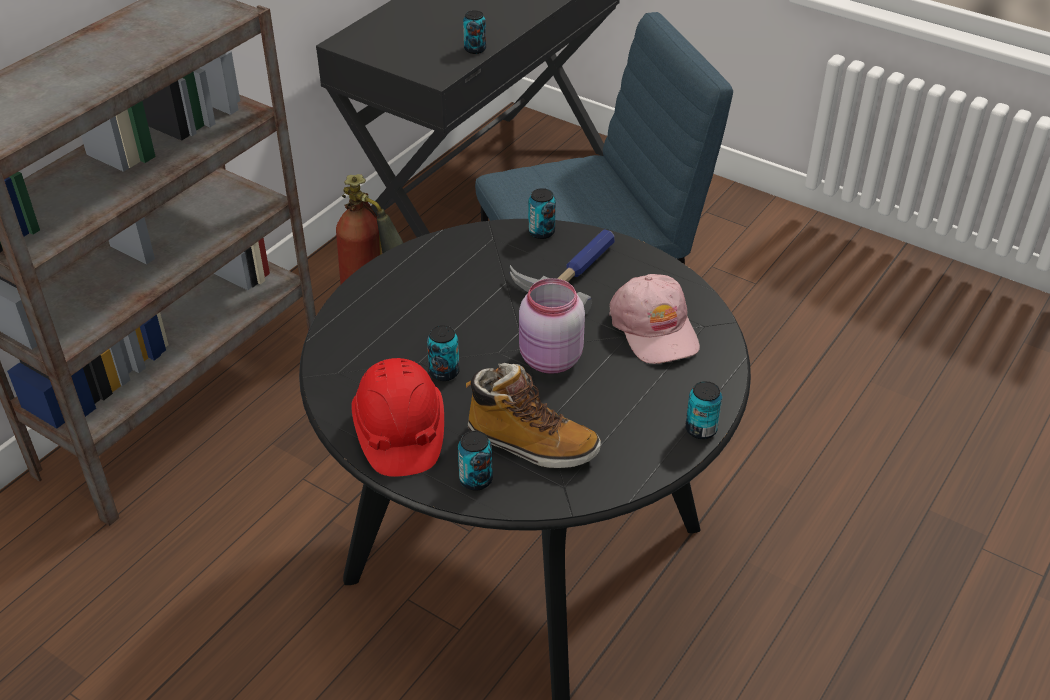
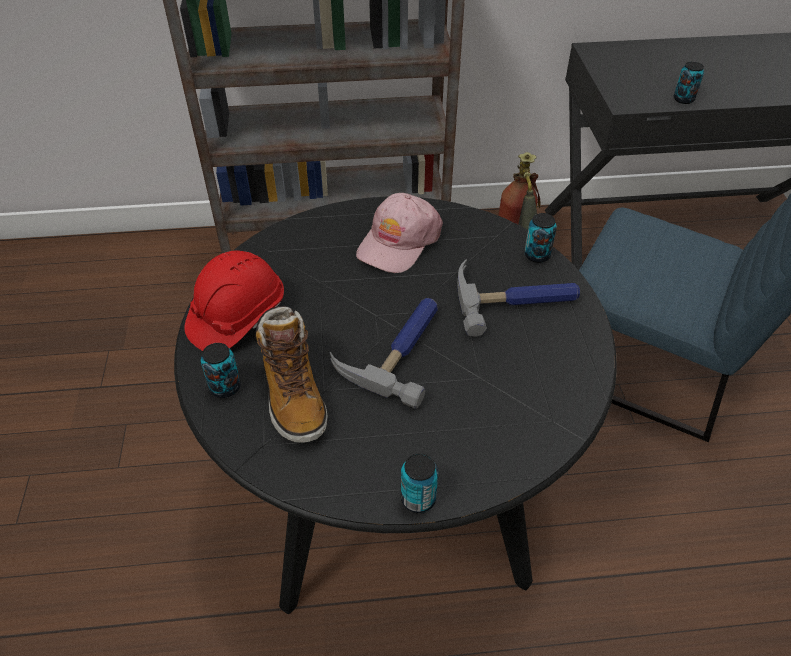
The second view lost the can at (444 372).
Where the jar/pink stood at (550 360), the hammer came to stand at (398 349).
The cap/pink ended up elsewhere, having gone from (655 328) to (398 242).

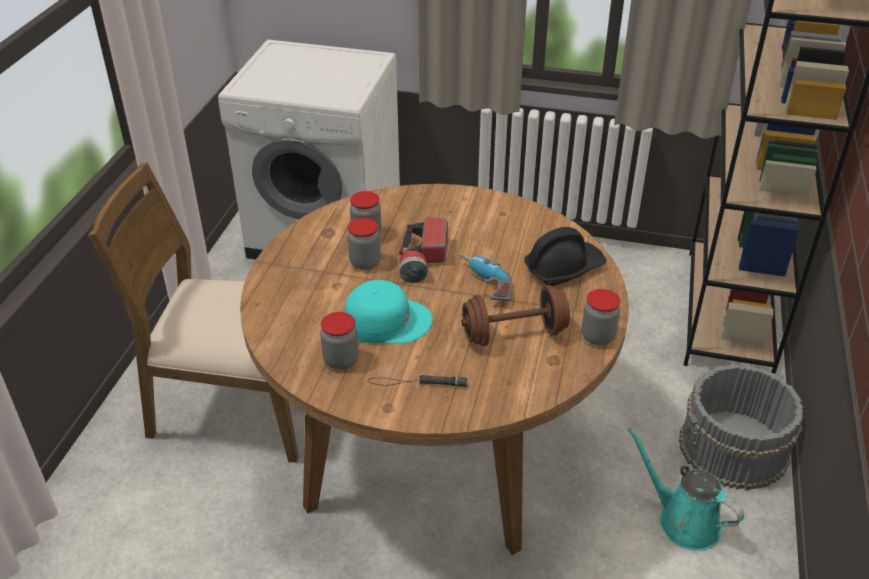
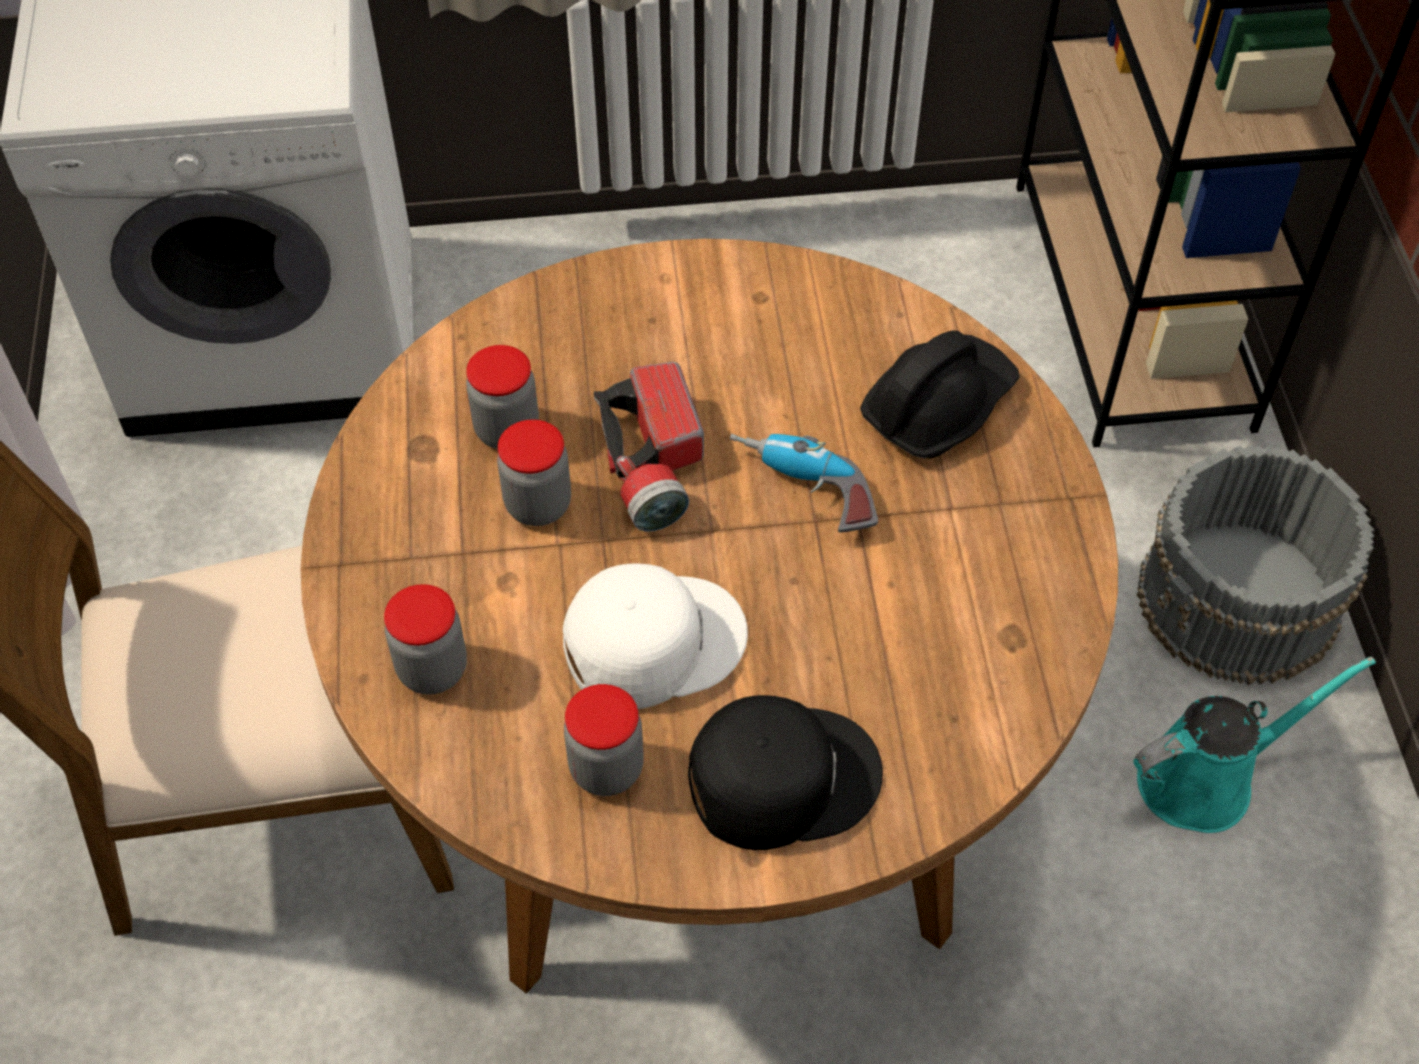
What was the cap/turquoise at (387 320) turned into the cap/white at (652 640).
Where the flashlight/black stood at (417 383), the cap/black came to stand at (781 775).
The second view lost the dumbbell/brown at (514 334).
The jar ended up elsewhere, having gone from (597 336) to (432 669).
The watering can/turquoise at (683 521) ended up facing another way, 135 degrees clockwise from before.

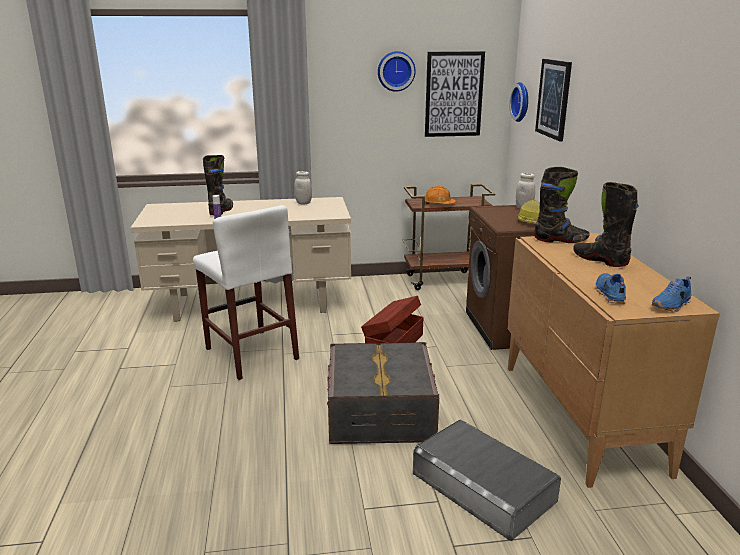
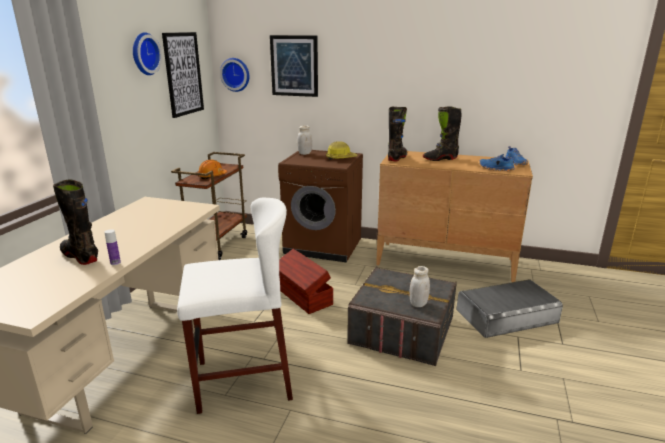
The jar/white ended up elsewhere, having gone from (303 203) to (418 303).

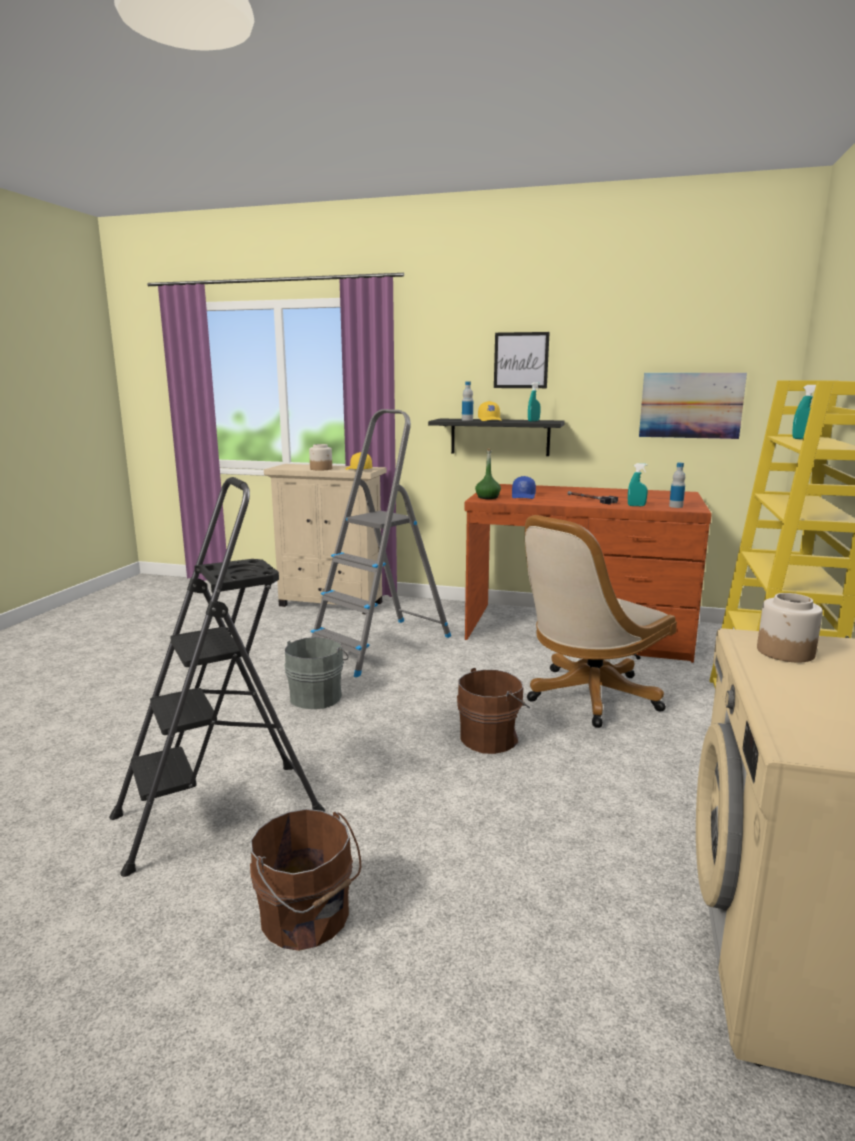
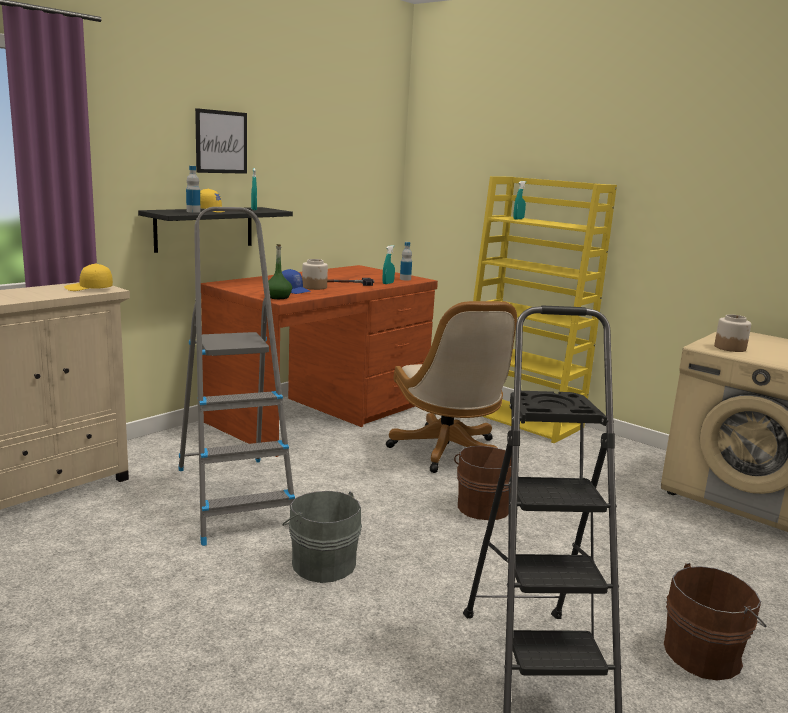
The jar ended up elsewhere, having gone from (321 469) to (314 287).
The second view lost the picture at (691 405).

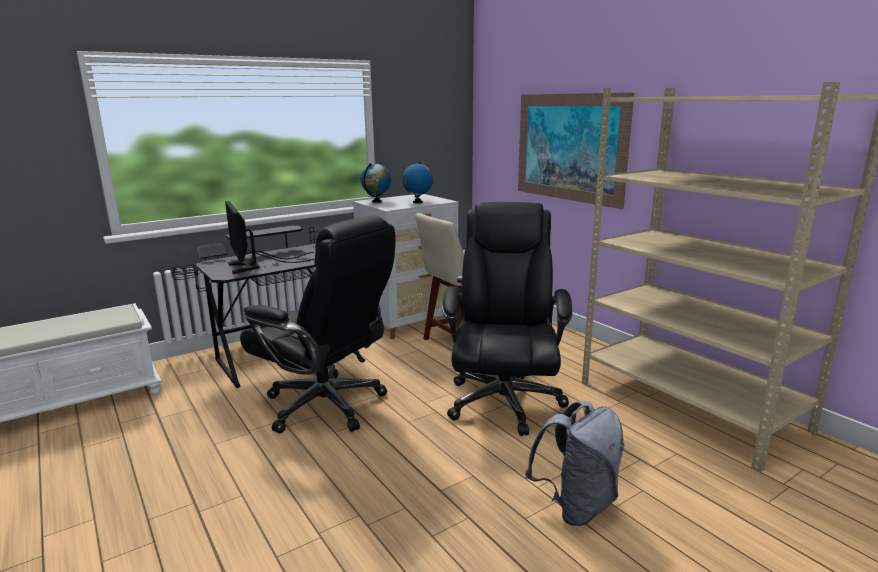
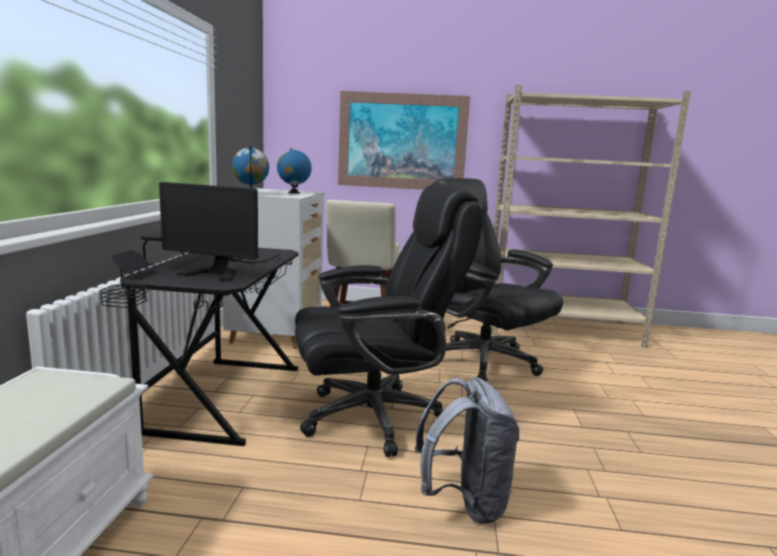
The backpack/grey ended up elsewhere, having gone from (576 506) to (464 502).

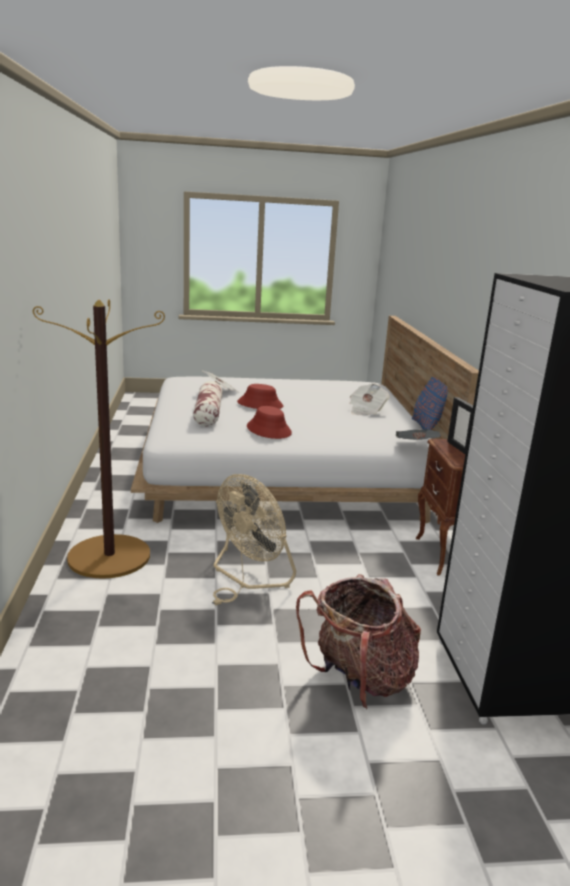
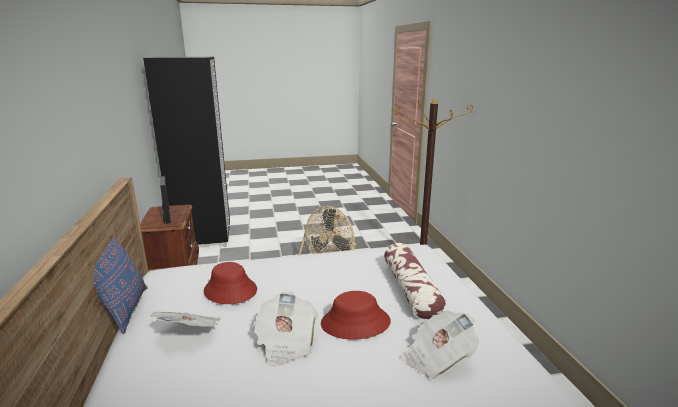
The hat/red ended up elsewhere, having gone from (269 430) to (230 290).
The second view lost the backpack at (359 679).
The newspaper ended up elsewhere, having gone from (416 447) to (286 343).

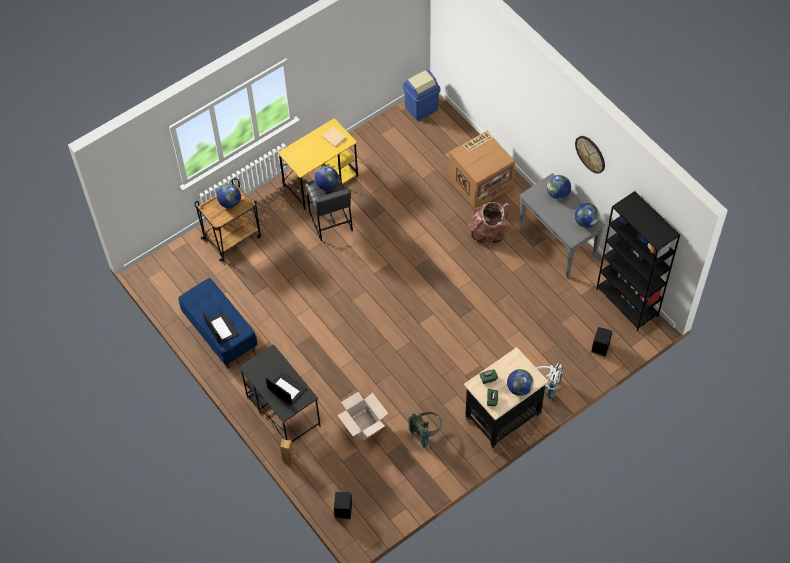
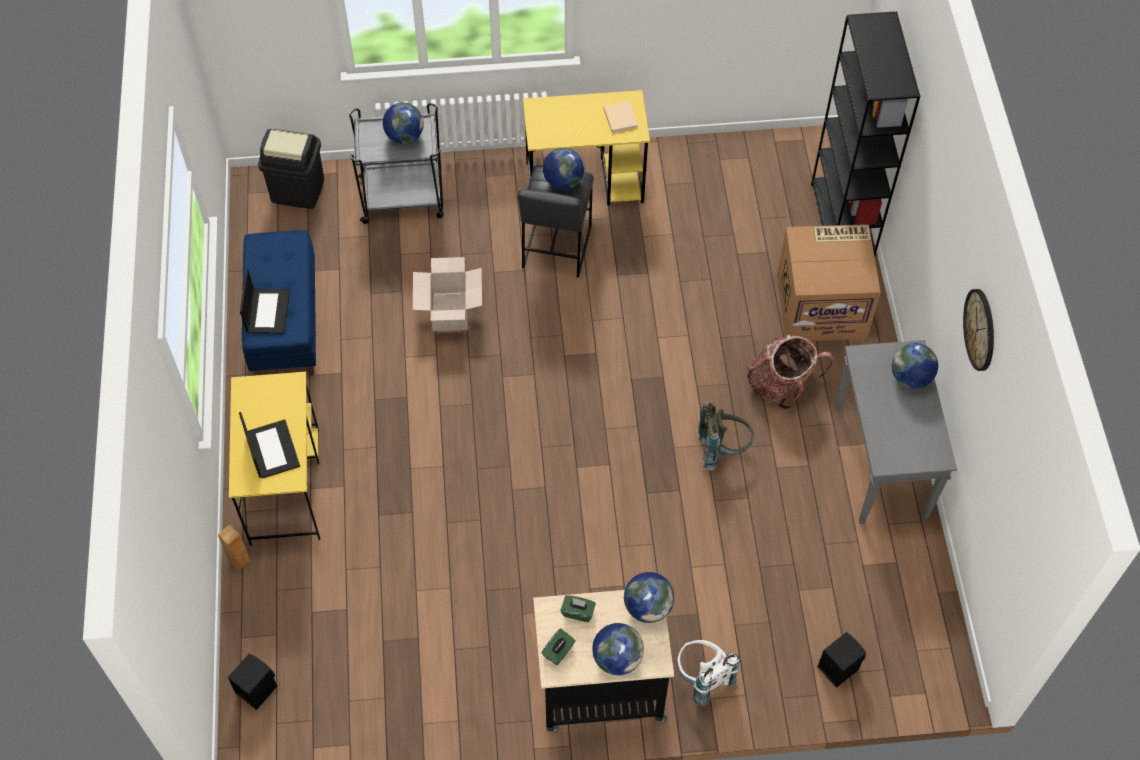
What was the cart/brown at (232 237) turned into the cart/grey at (403 197).
What was the desk/black at (283 411) turned into the desk/yellow at (285 485).
The cardboard box ended up elsewhere, having gone from (364 425) to (450 312).
The second view lost the trash can/blue at (421 108).
The backpack/grey ended up elsewhere, having gone from (426 432) to (723 449).
The globe ended up elsewhere, having gone from (585 222) to (648 607).
The bookcase/black ended up elsewhere, having gone from (627 303) to (842 222).
The second view gained the trash can/black at (297 191).

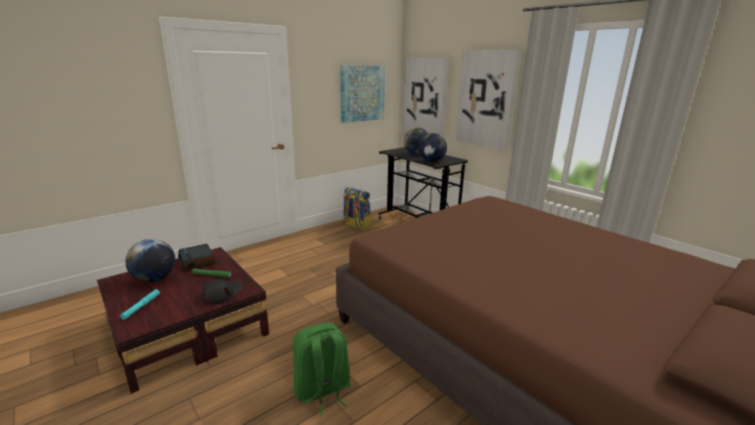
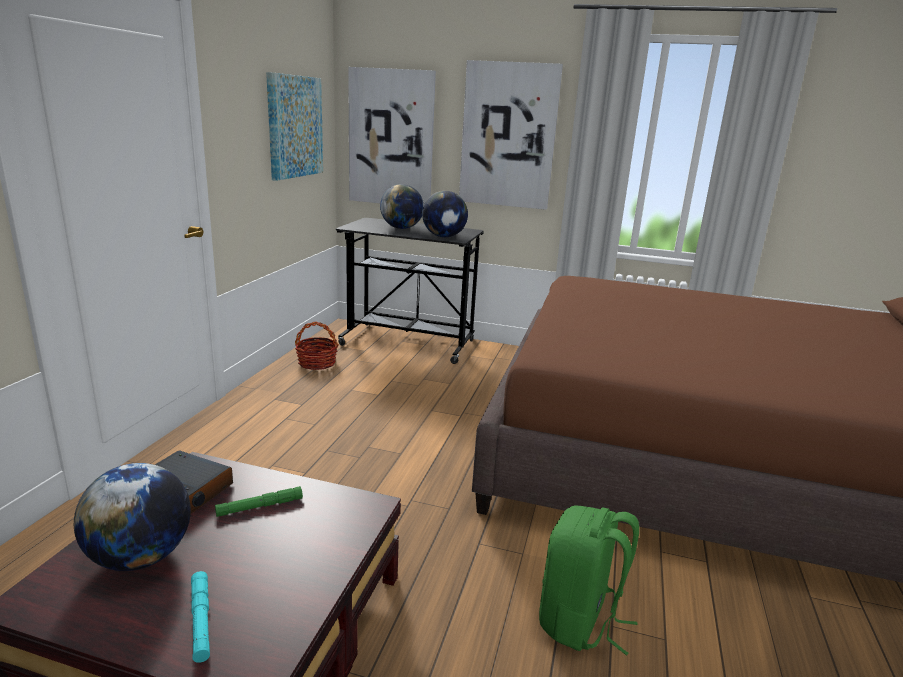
The second view lost the cap/black at (222 293).
Where the backpack stood at (356 225), the basket came to stand at (316 363).

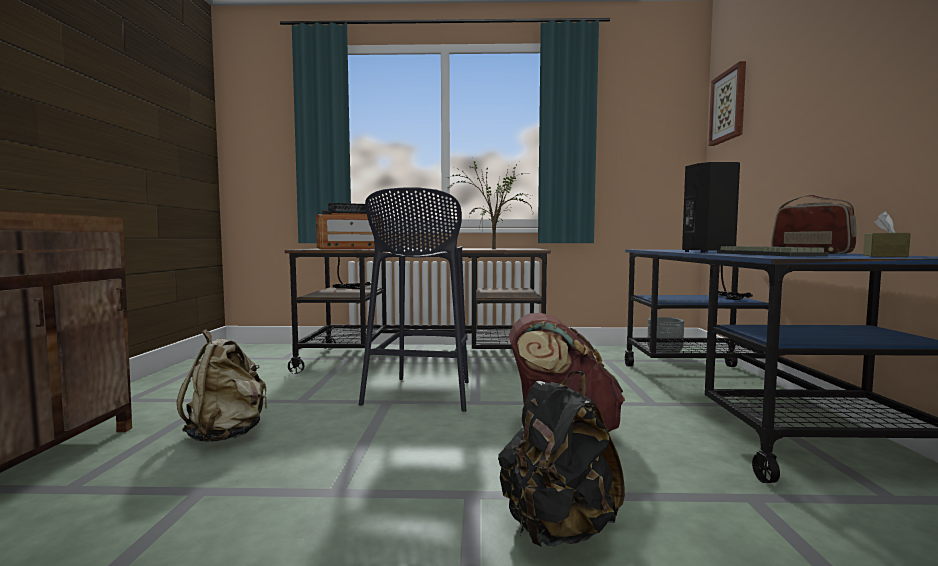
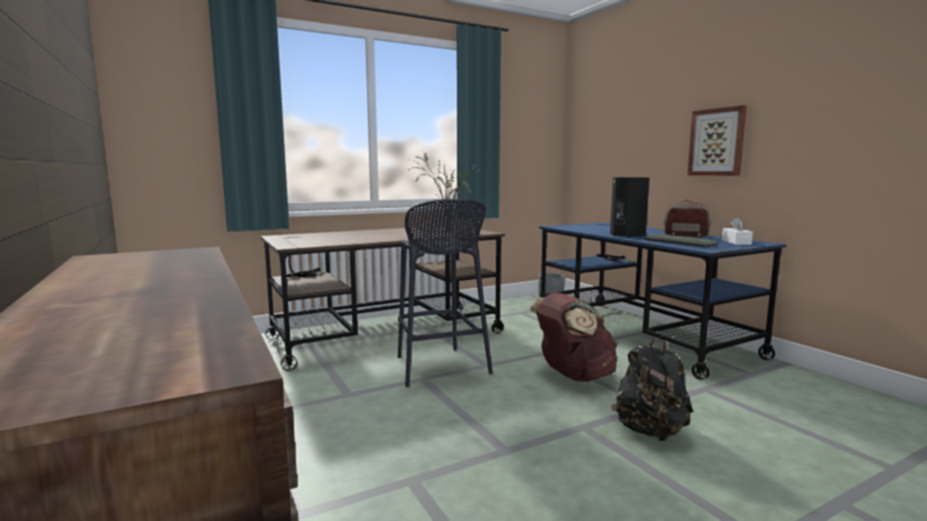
The second view lost the backpack/beige at (226 435).
The second view lost the radio at (350 248).
The picture ended up elsewhere, having gone from (729 106) to (717 142).
What was the tissue box/brown at (884 256) turned into the tissue box/white at (736 242).

